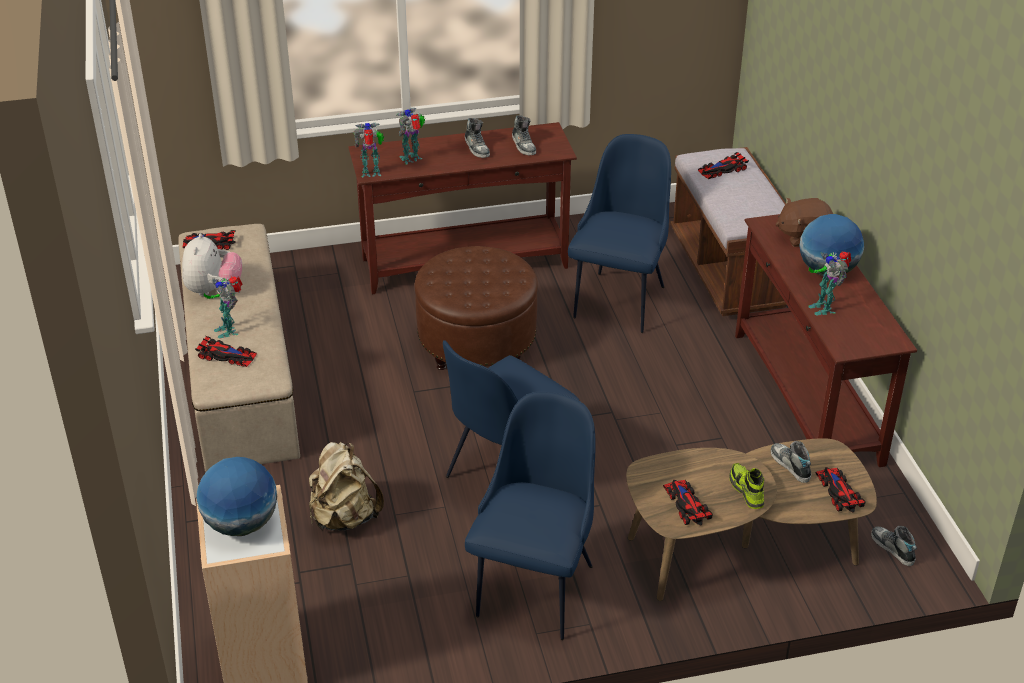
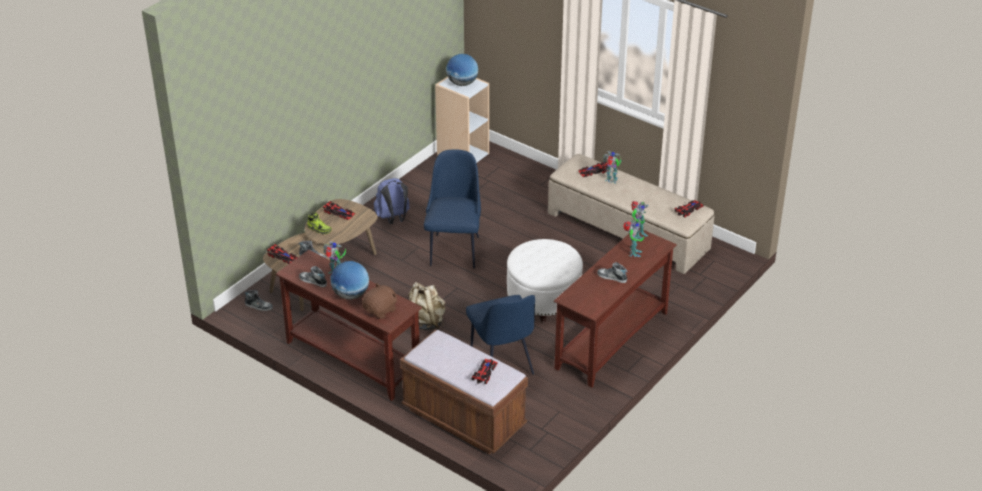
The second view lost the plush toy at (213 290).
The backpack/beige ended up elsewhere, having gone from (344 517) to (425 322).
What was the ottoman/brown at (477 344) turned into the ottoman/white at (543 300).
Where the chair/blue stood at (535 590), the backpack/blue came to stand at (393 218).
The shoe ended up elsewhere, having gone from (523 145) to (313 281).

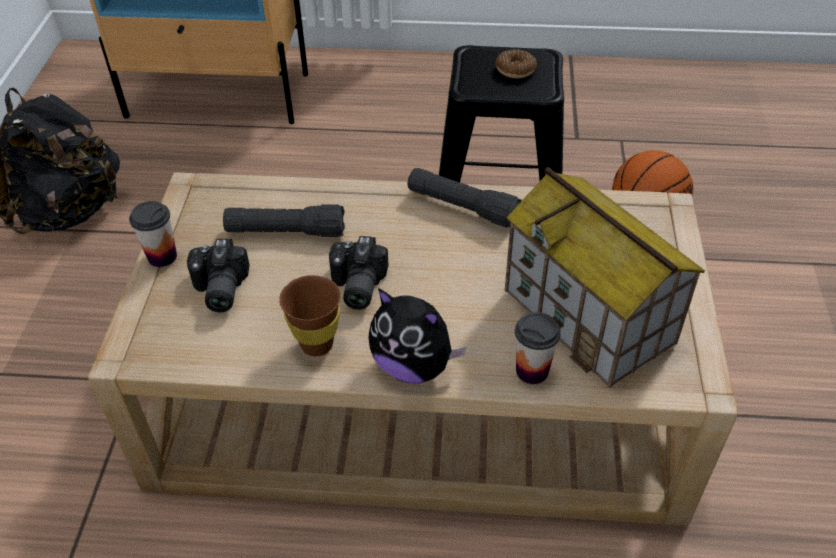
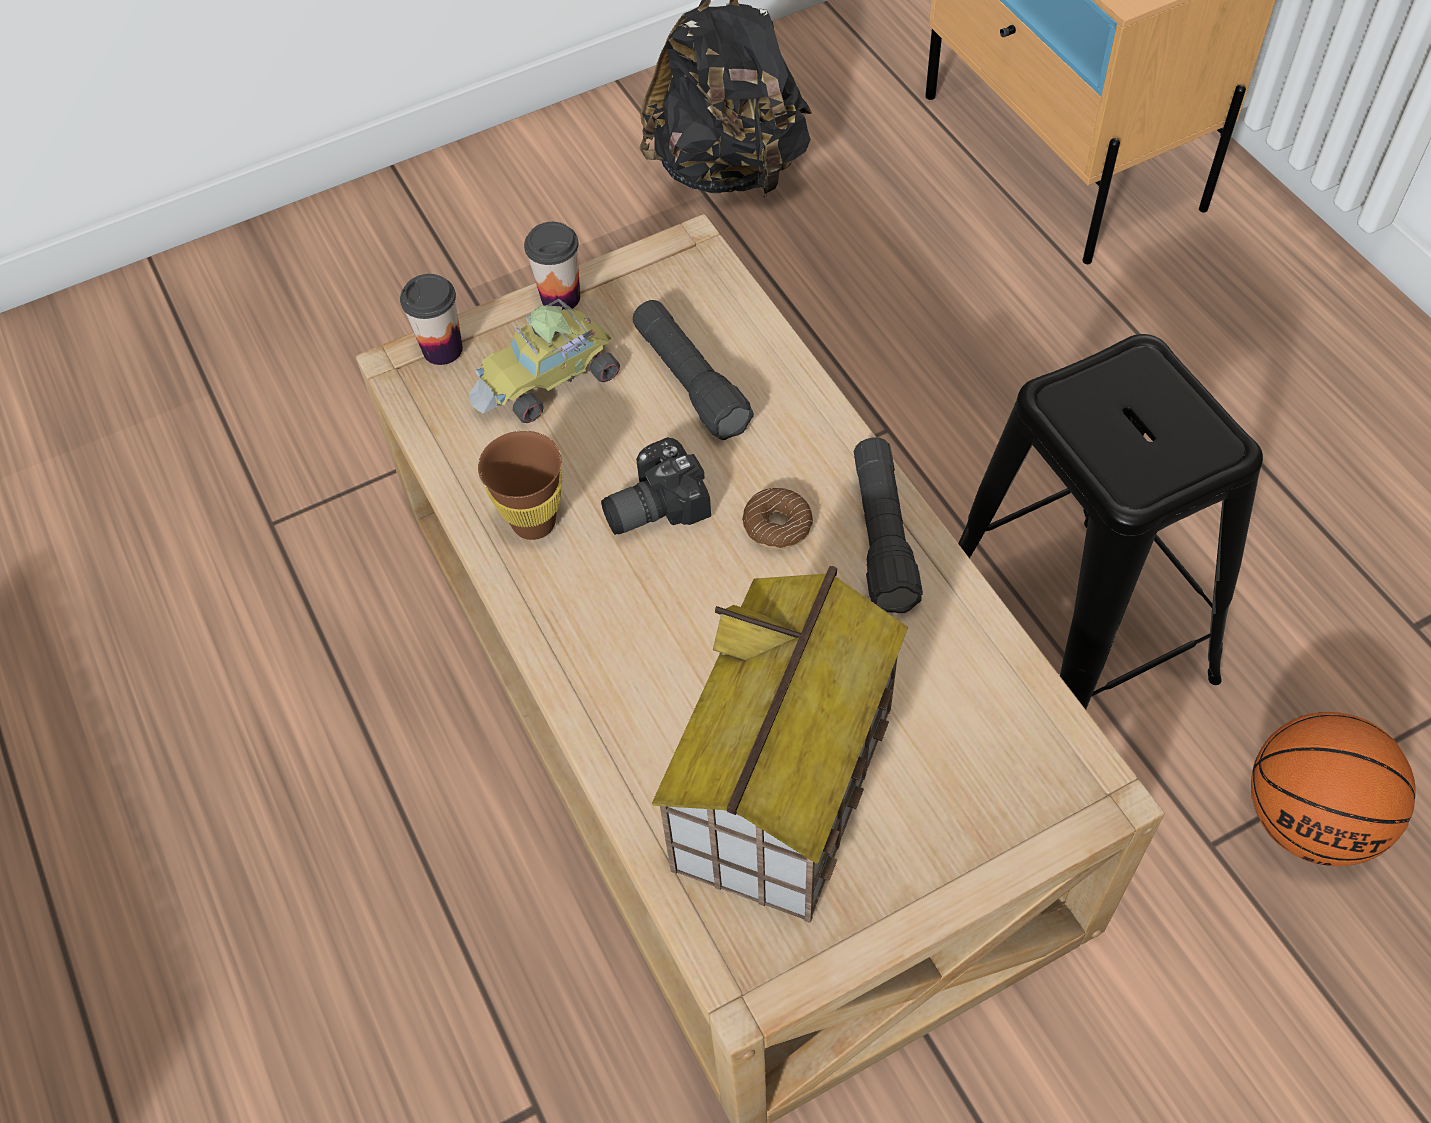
Where the photo camera stood at (218 290), the toy car came to stand at (550 380).
The second view lost the plush toy at (413 366).
The donut ended up elsewhere, having gone from (515 70) to (777 525).
The cup ended up elsewhere, having gone from (532 371) to (442 349).

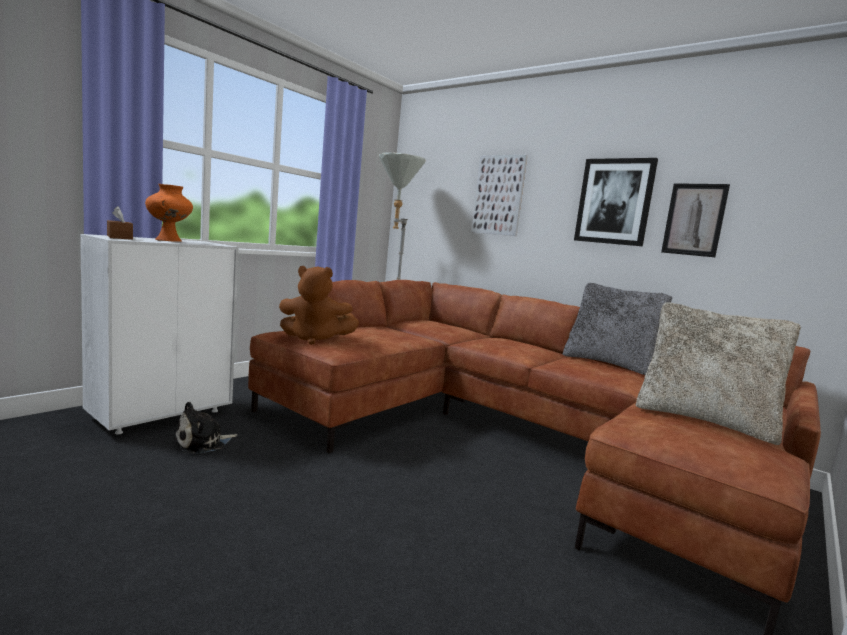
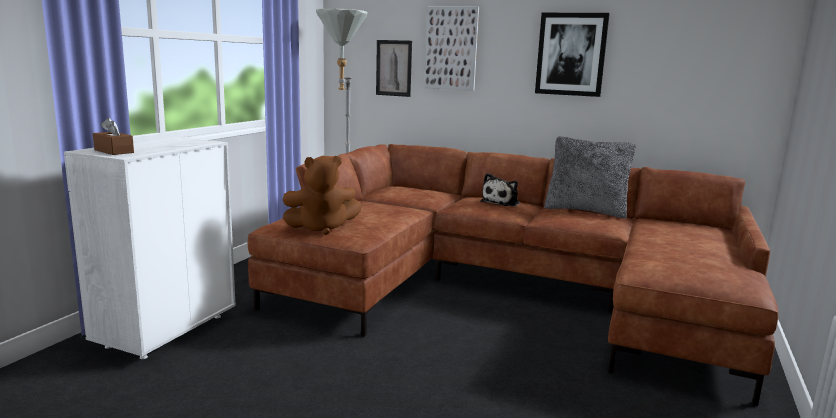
The second view lost the vase/orange at (169 240).
The plush toy ended up elsewhere, having gone from (203 443) to (501 202).
The second view lost the pillow/beige at (704 418).
The picture ended up elsewhere, having gone from (694 219) to (394 68).

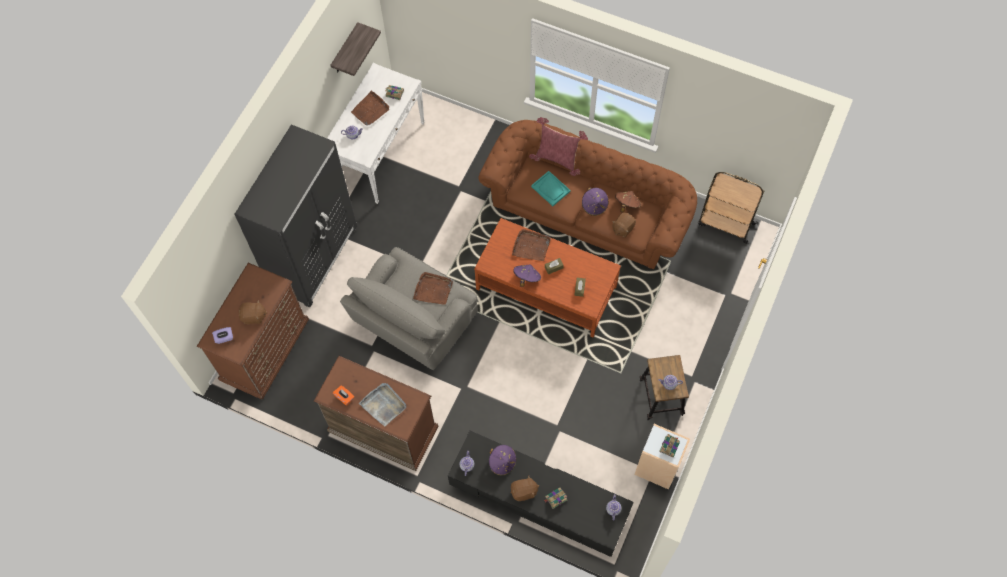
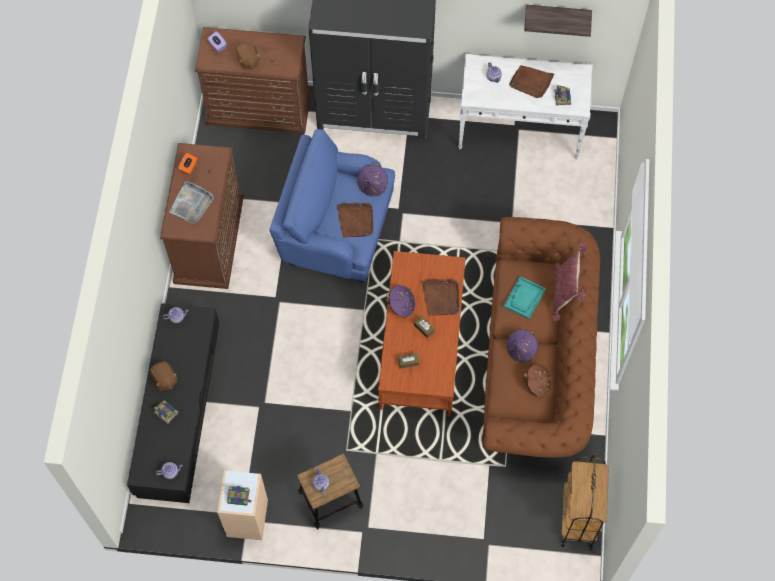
What was the armchair/grey at (414 321) turned into the armchair/blue at (335 228).
The hat/purple ended up elsewhere, having gone from (502 462) to (372 185).
The second view lost the plush toy/brown at (622 228).

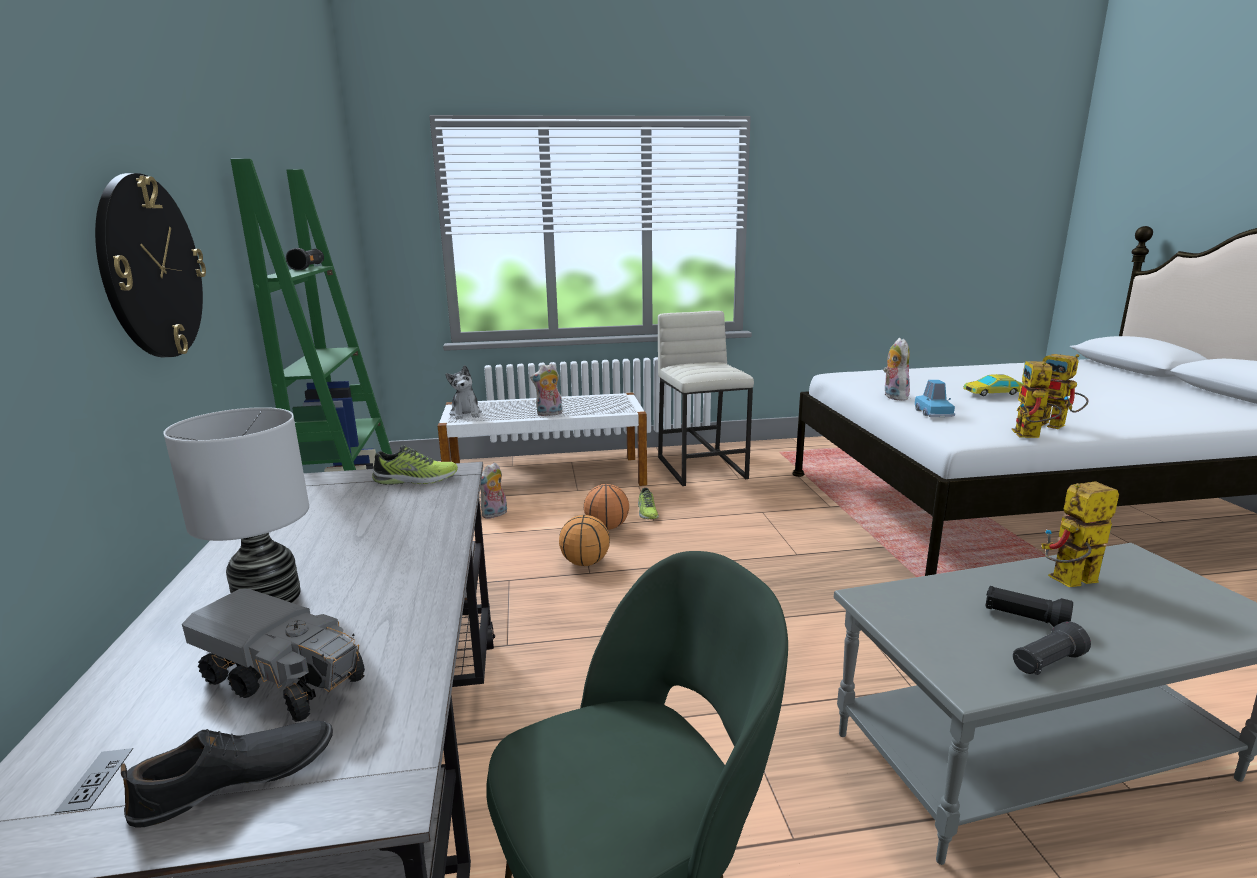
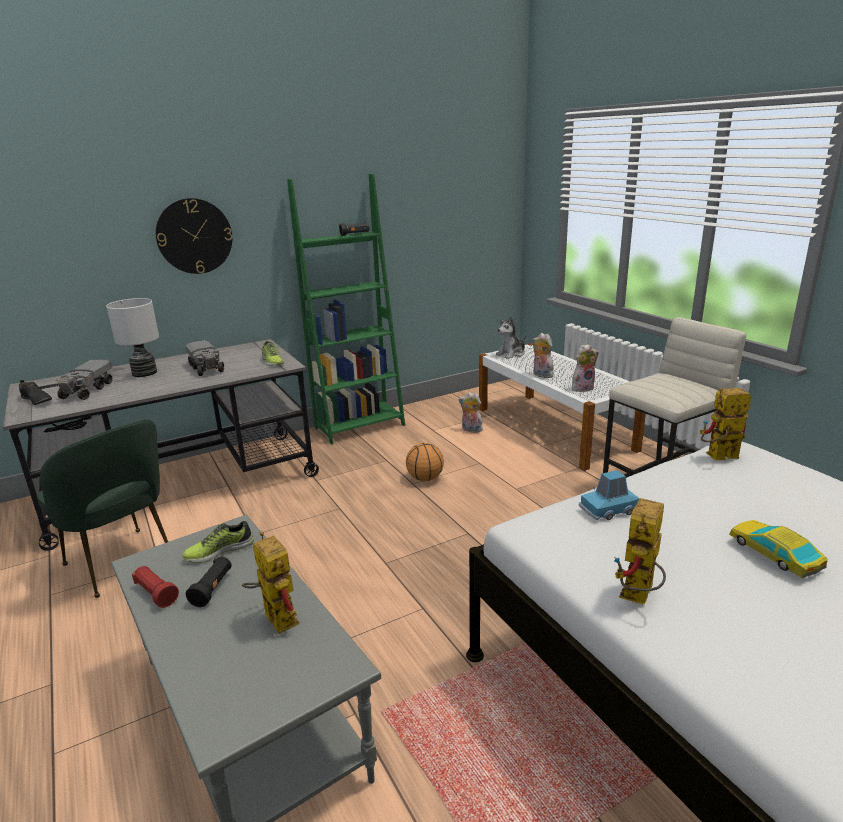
The second view lost the basketball at (607 527).
The shoe ended up elsewhere, having gone from (647 512) to (219 550).
The plush toy ended up elsewhere, having gone from (893 396) to (582 388).
The toy robot ended up elsewhere, having gone from (1031 436) to (717 457).
What was the flashlight/black at (1046 663) turned into the flashlight/red at (156 594).
The second view gained the toy truck at (206 368).

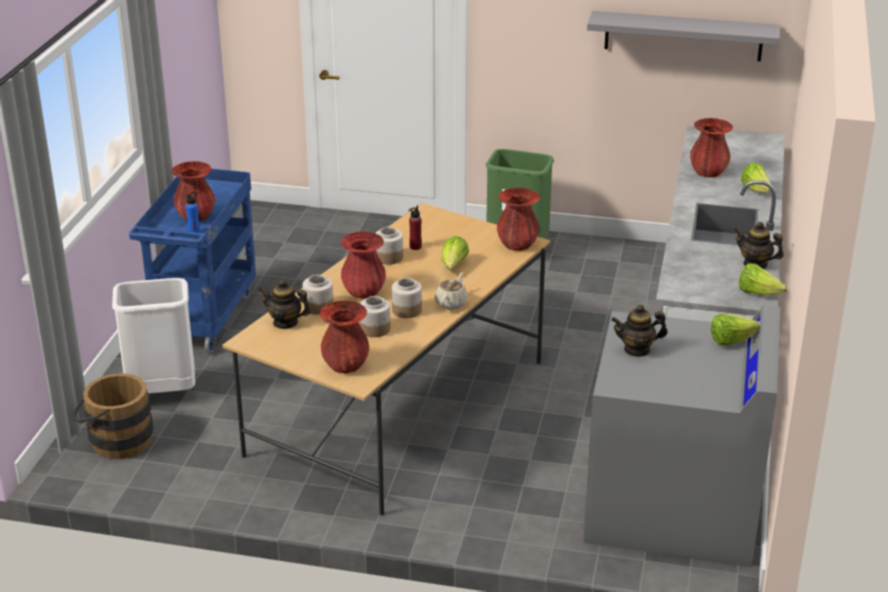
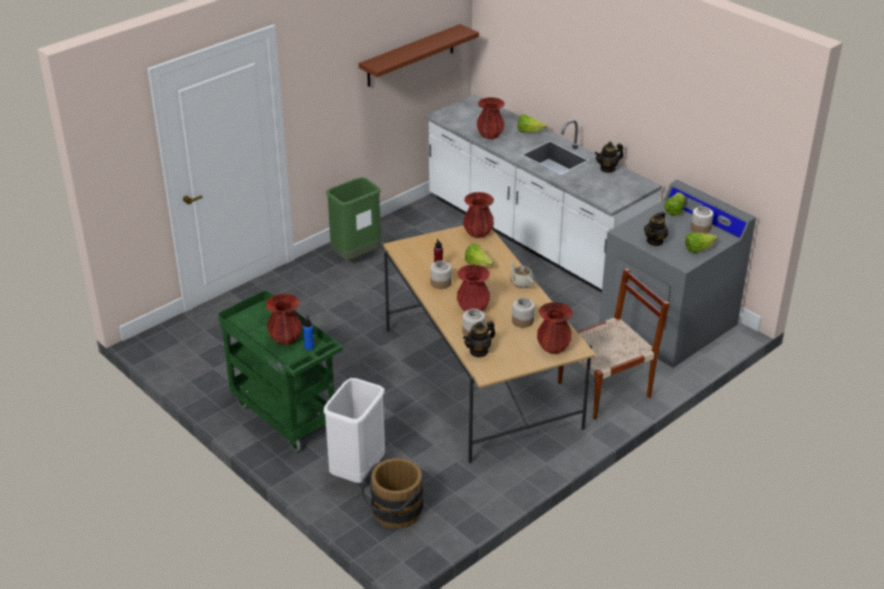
What was the cart/blue at (204 323) turned into the cart/green at (287 420).
The jar ended up elsewhere, having gone from (406 310) to (700 228).
What was the shelf/grey at (683 36) turned into the shelf/brown at (410 56).
The lettuce ended up elsewhere, having gone from (758 293) to (698 249).
The second view gained the chair at (606 389).

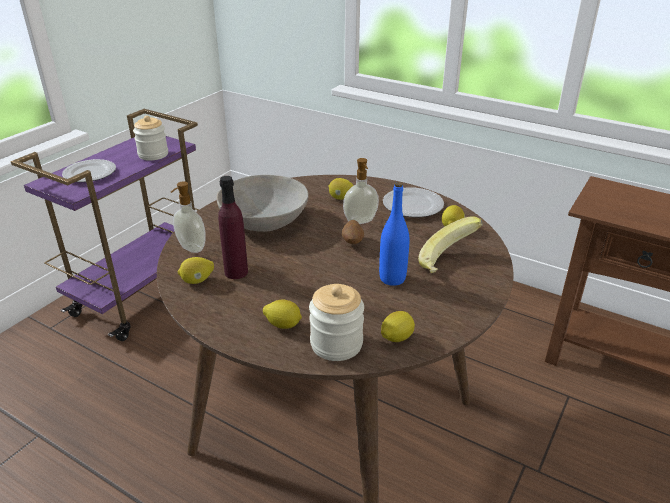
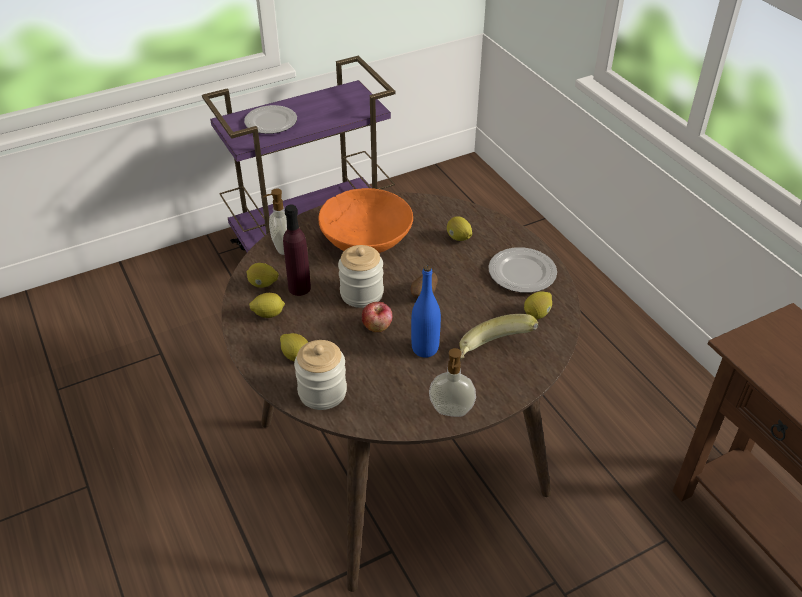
The jar ended up elsewhere, having gone from (153 154) to (361 293).
What was the bowl/grey at (264 220) turned into the bowl/orange at (366 239).
The soap dispenser ended up elsewhere, having gone from (360 221) to (451 411).
The lemon ended up elsewhere, having gone from (396 338) to (268 314).
The second view gained the apple at (377 326).

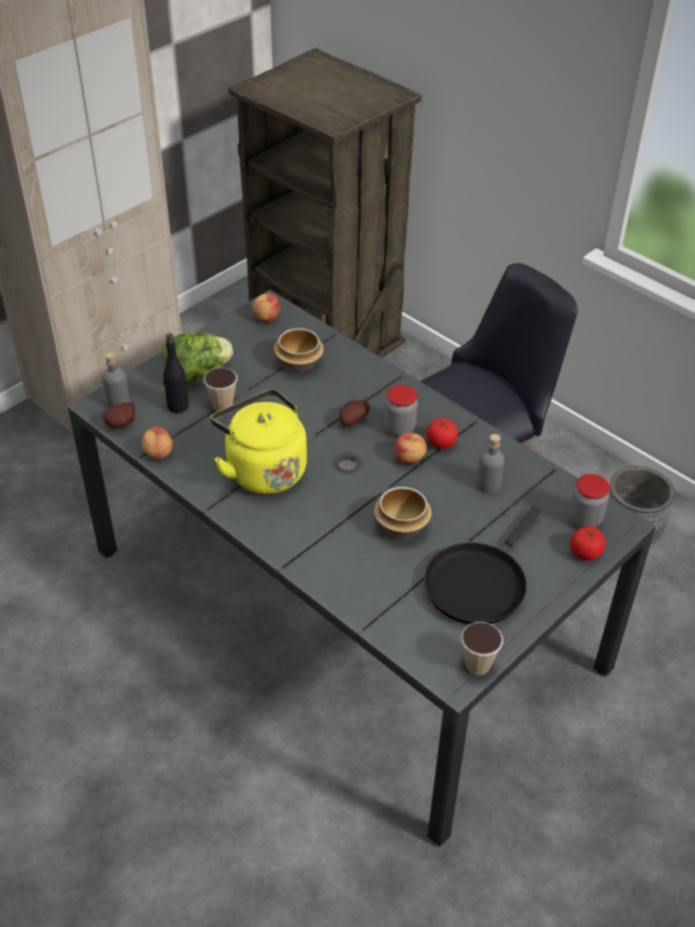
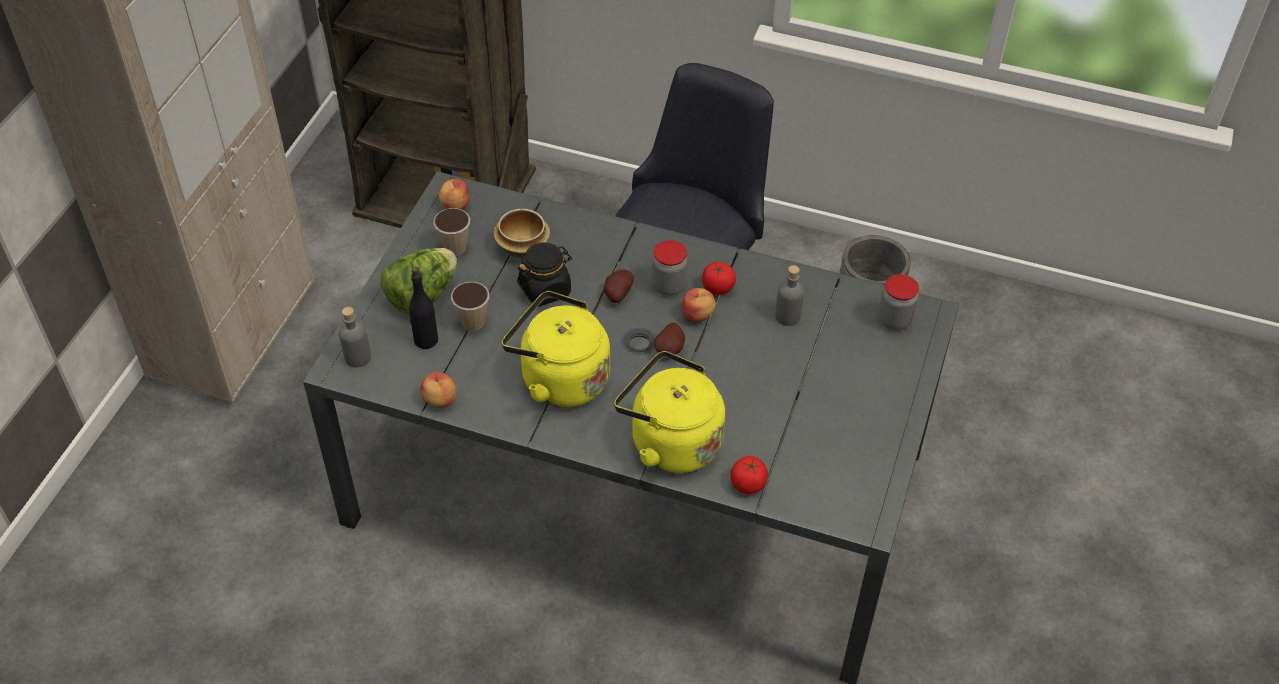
The potato ended up elsewhere, having gone from (122 425) to (671 350).
The second view lost the bowl at (400 526).
The second view lost the frying pan/black at (478 583).
The cup ended up elsewhere, having gone from (477 665) to (455 248).
The tomato ended up elsewhere, having gone from (585 552) to (748 484).
The second view gained the jar/black at (545 289).
The second view gained the kettle/yellow at (670 441).

